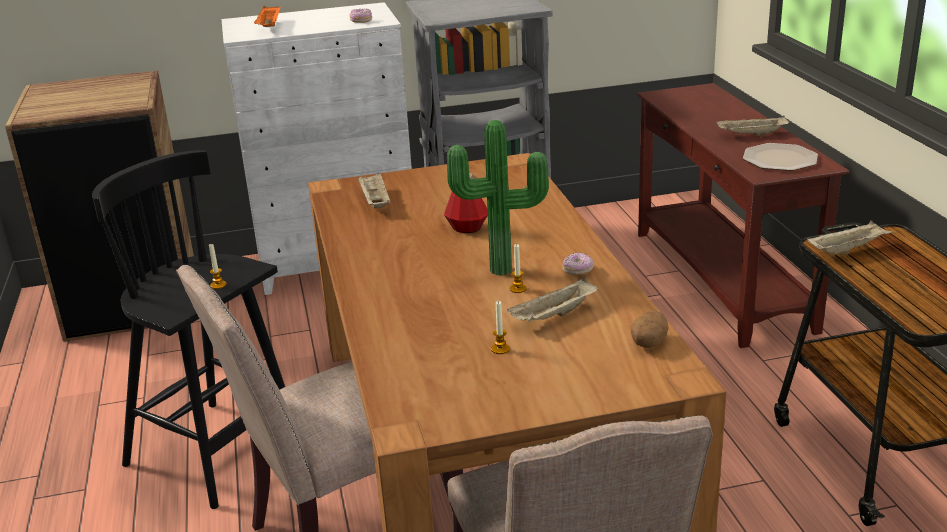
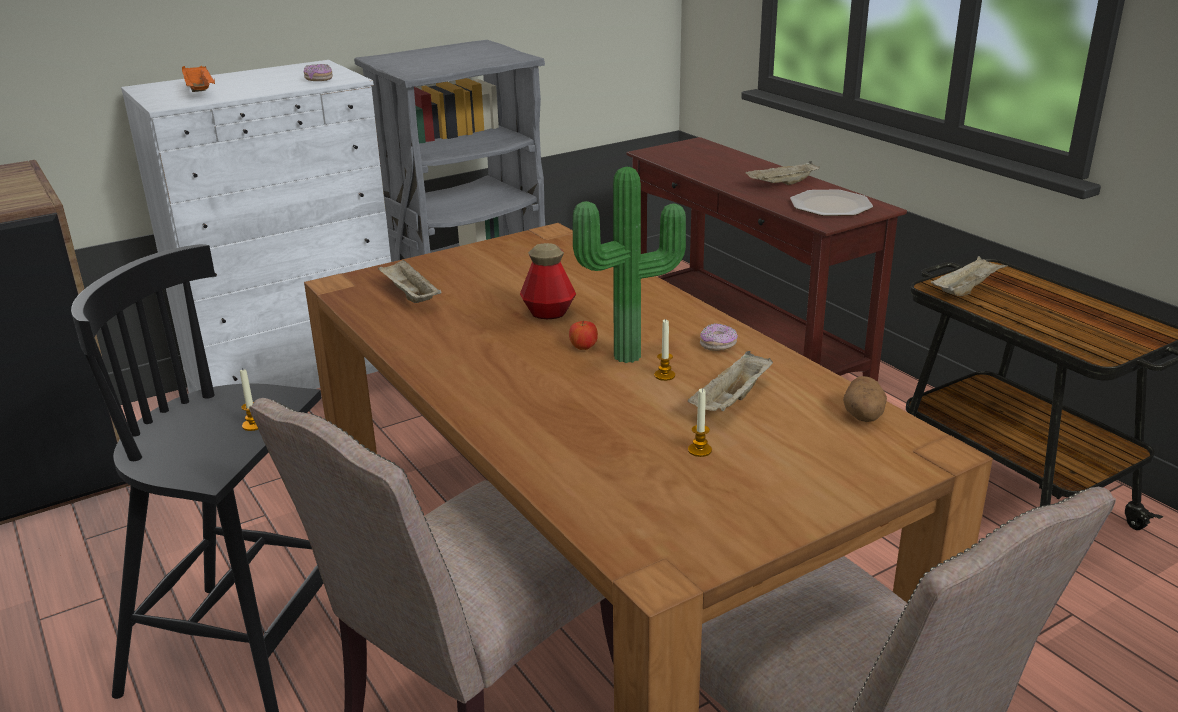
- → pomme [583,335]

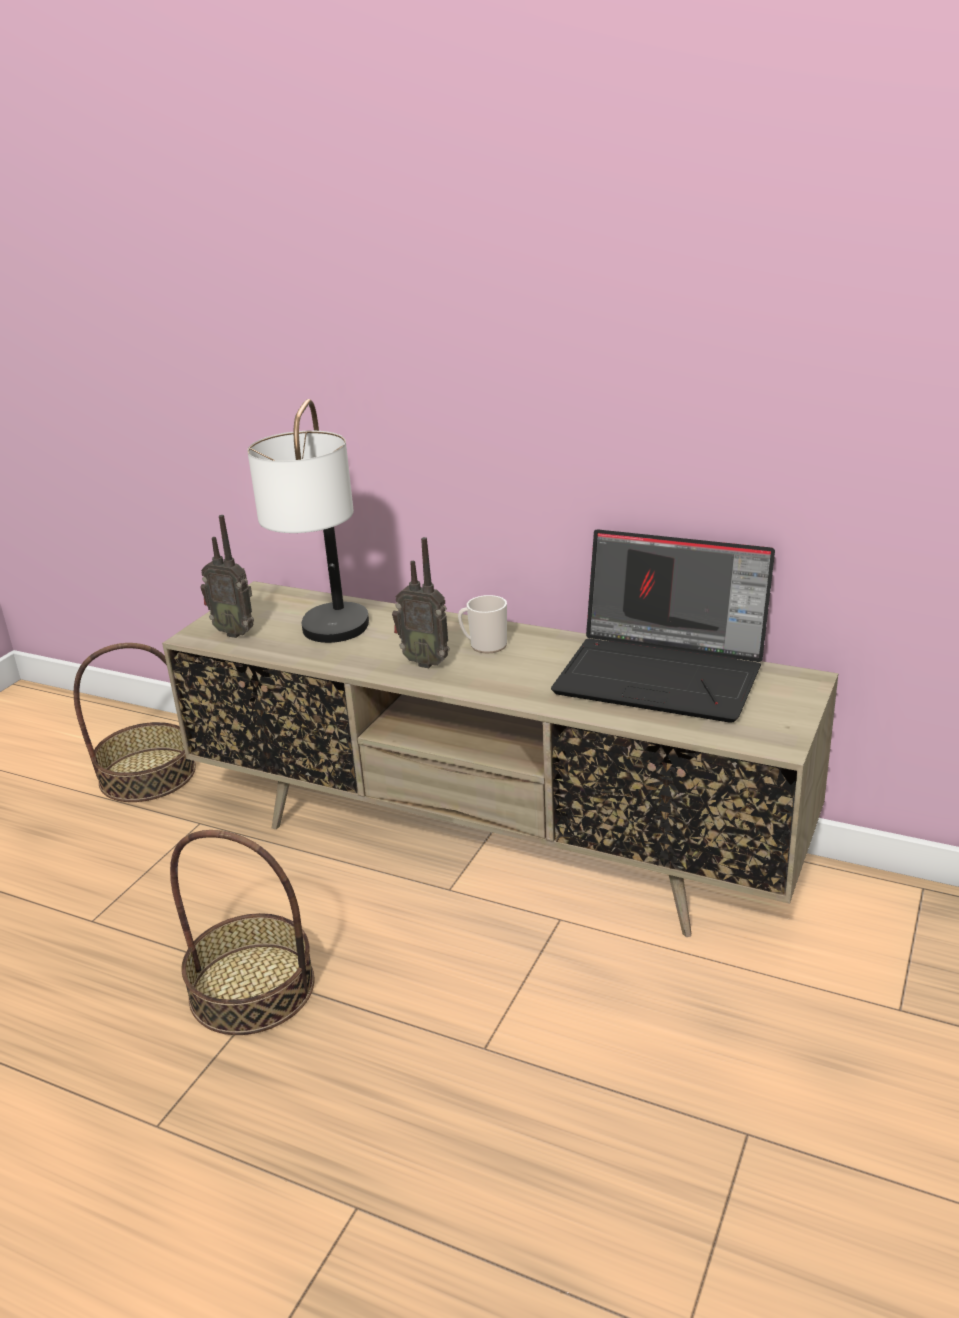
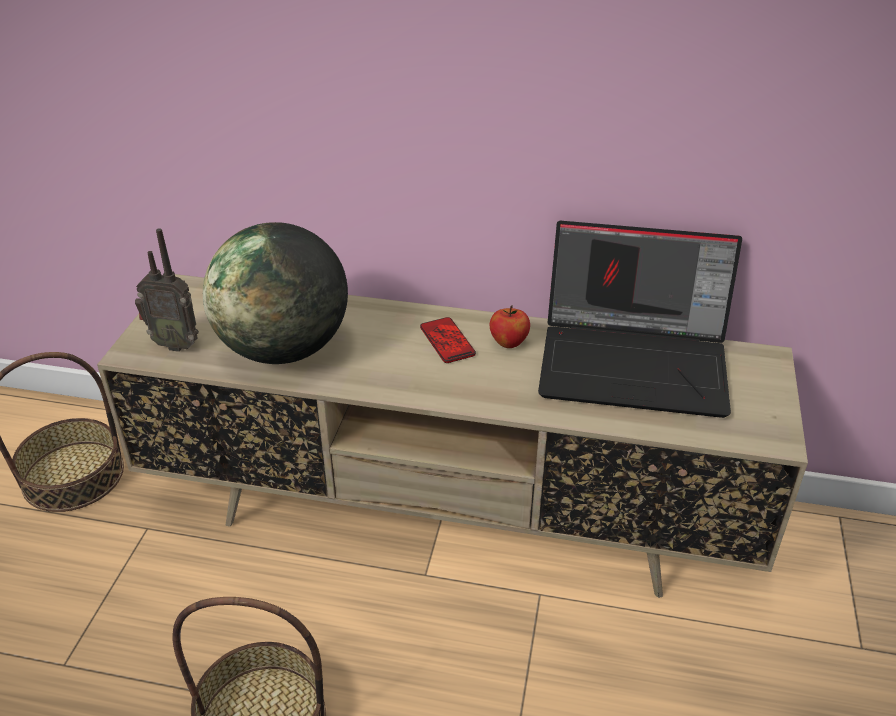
radio [421,602] → -
- → pomme [510,327]
lampe de table [308,521] → globe [275,293]
mug [482,624] → téléphone [448,340]

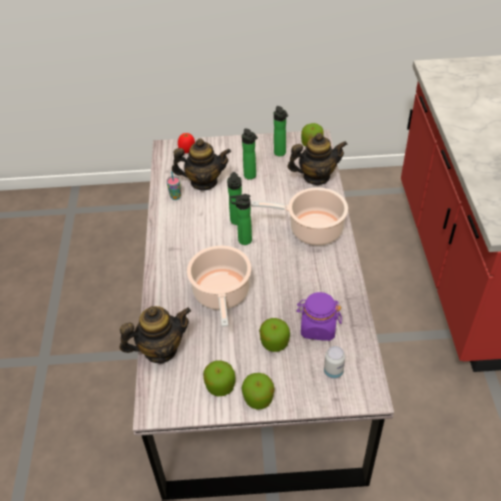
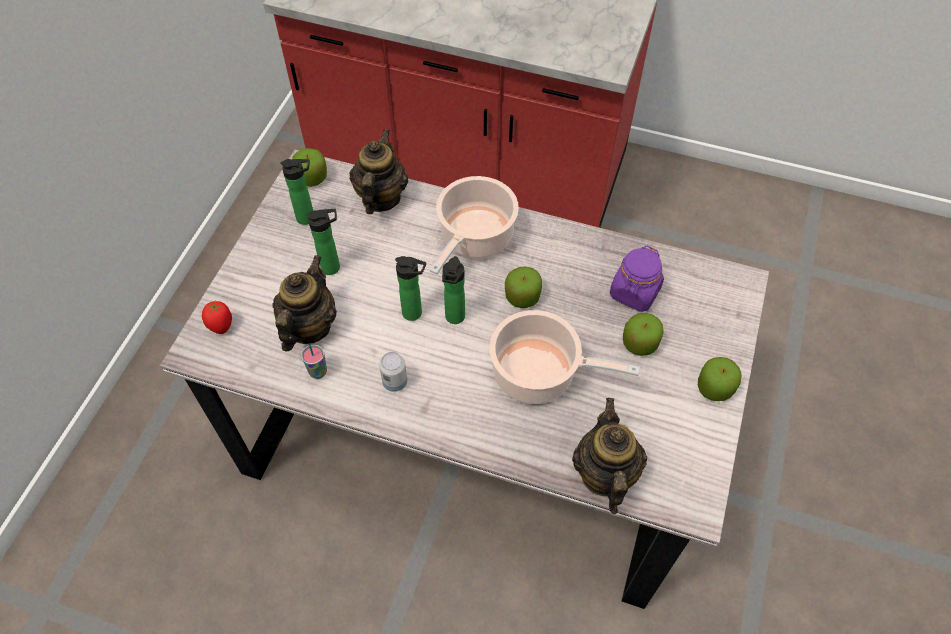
pomme [219,378] → pomme [523,287], moved
boîte métallique [334,362] → boîte métallique [393,372], moved

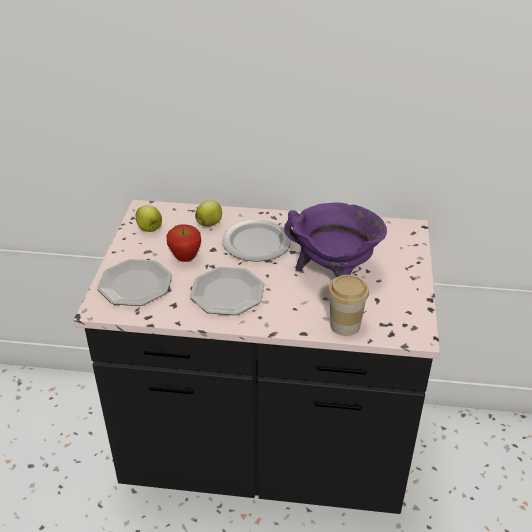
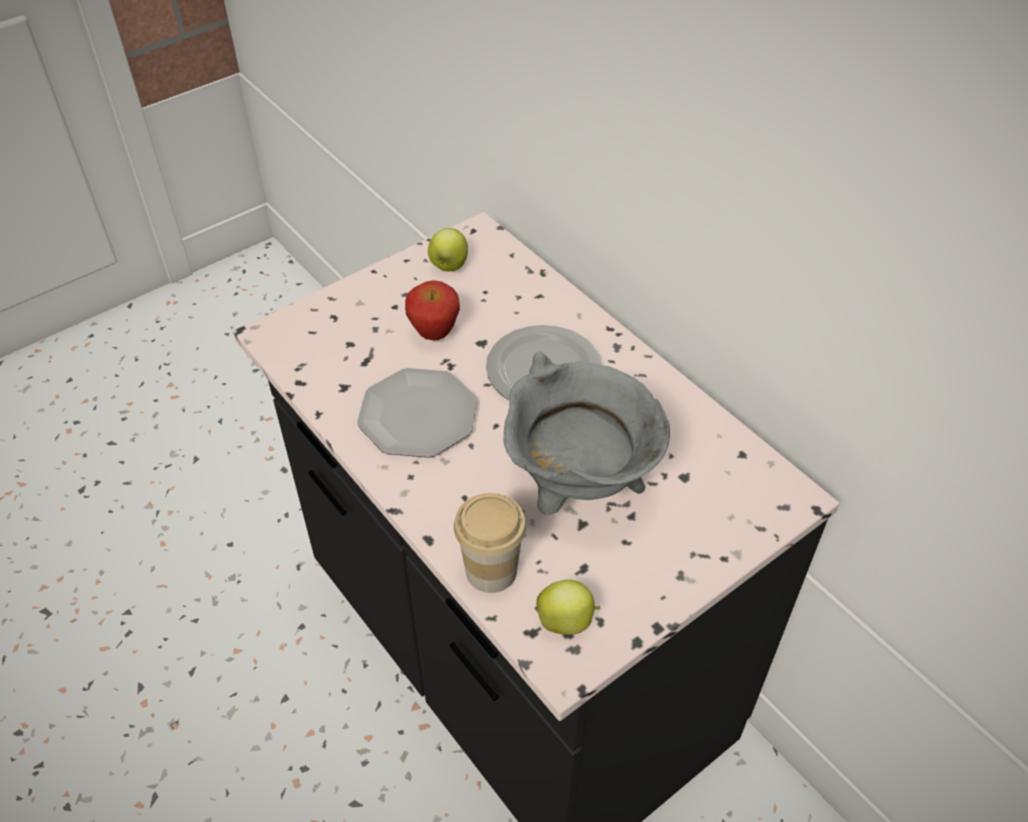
assiette [134,282] → -
pomme [208,213] → pomme [568,607], moved
marmite (violet) [335,240] → marmite (gris) [587,433]

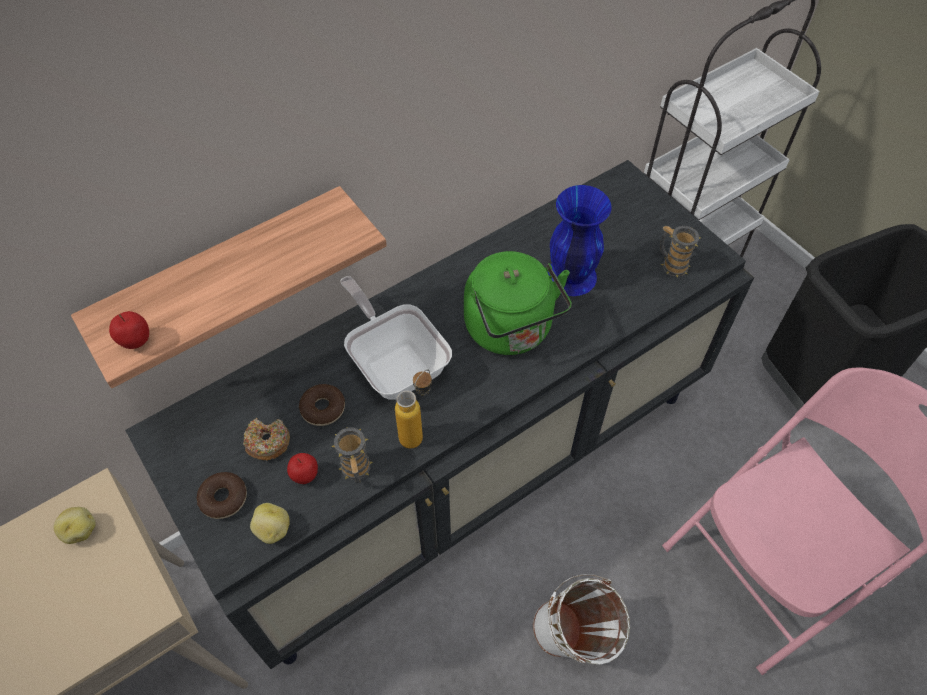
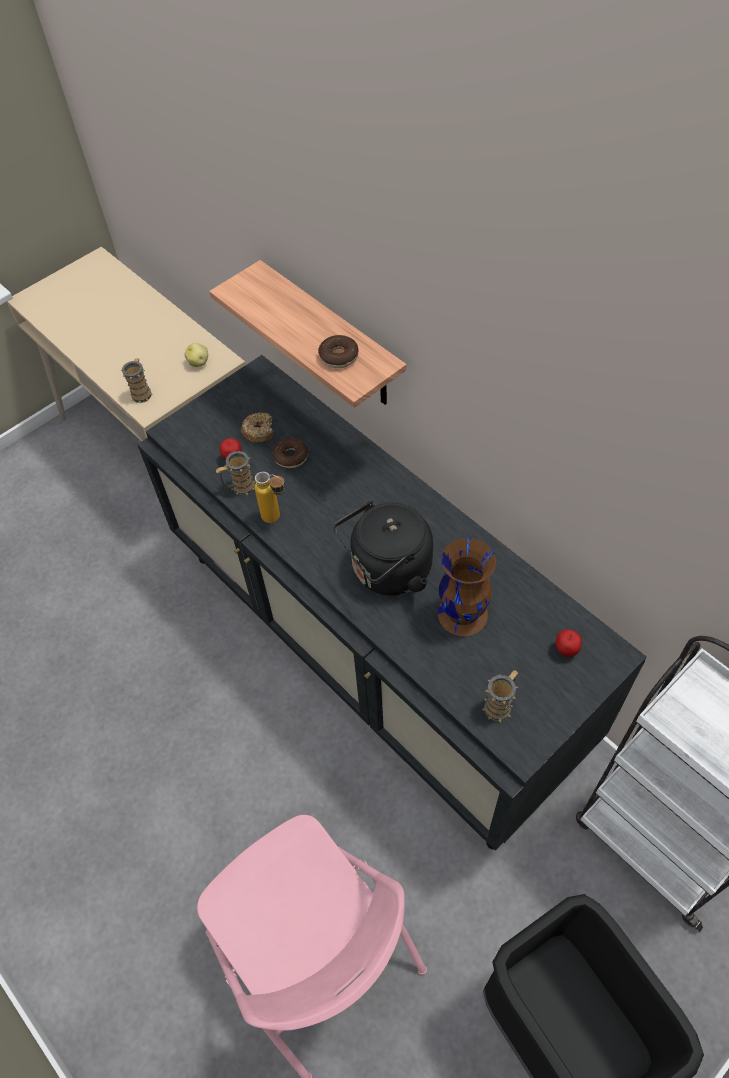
pomme de terre [270,523] → -
poêle [396,338] → -
seau (blanc) [581,619] → -
- → mug [137,380]
pomme [129,330] → pomme [569,643], moved
beignet [222,495] → beignet [338,351], moved
bouilloire (vert) [518,303] → bouilloire (noir) [383,548]
vase (bleu) [579,240] → vase (marron) [467,587]

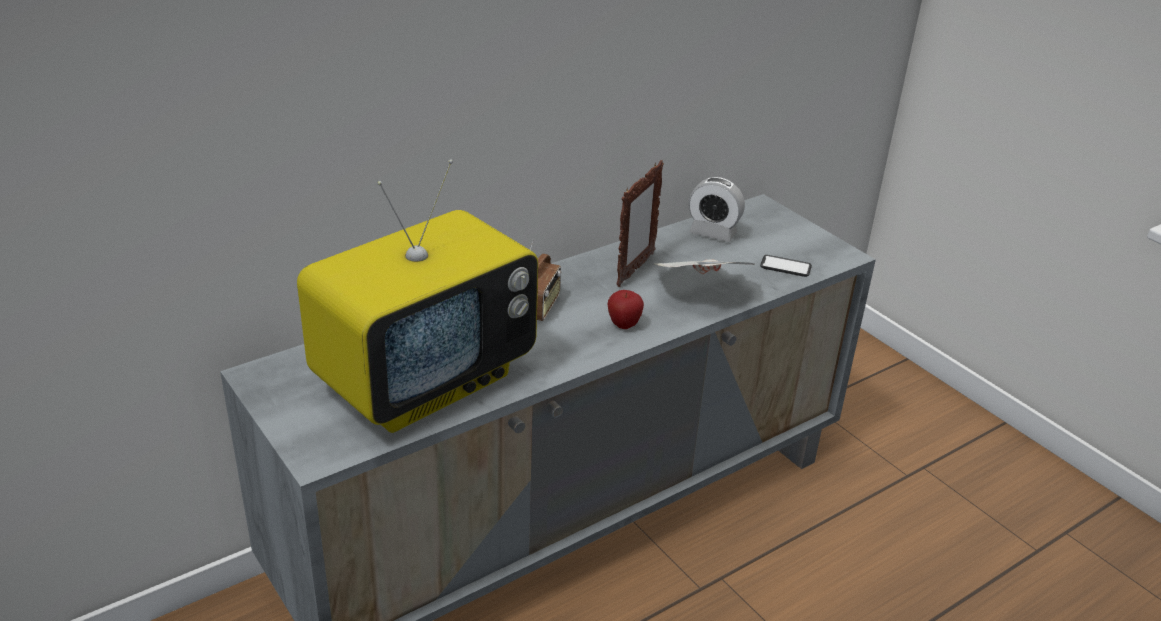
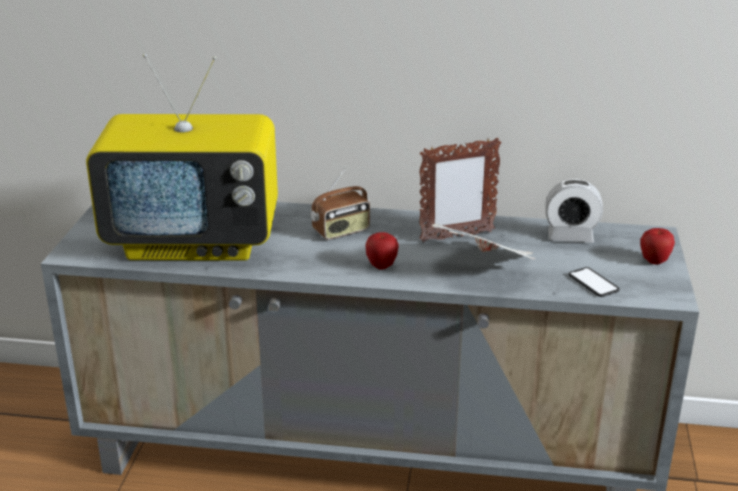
- → pomme [658,246]
réveil [717,209] → réveil [574,211], 60 degrees counterclockwise

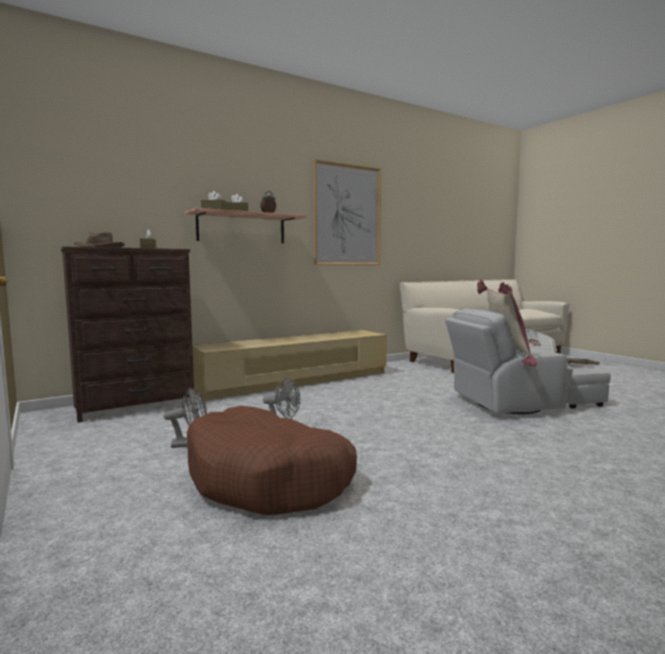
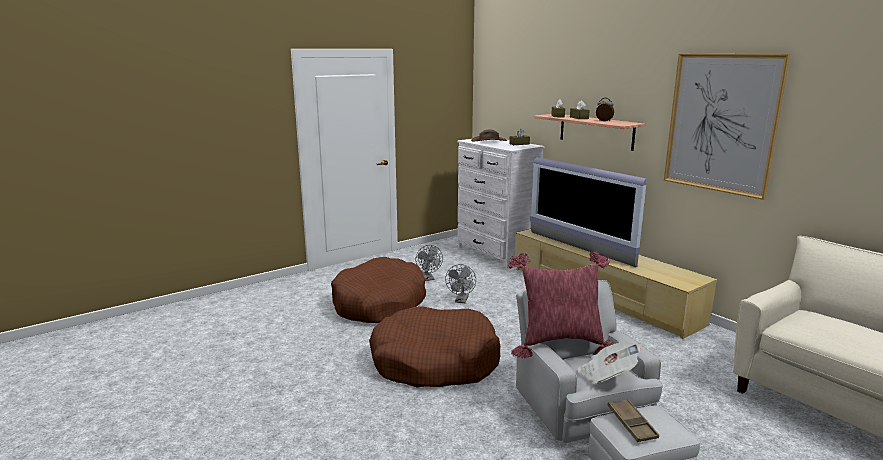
- → panier pour chien (marron) [434,347]
- → téléviseur [588,212]
commode (marron) [127,334] → commode (blanc) [501,203]

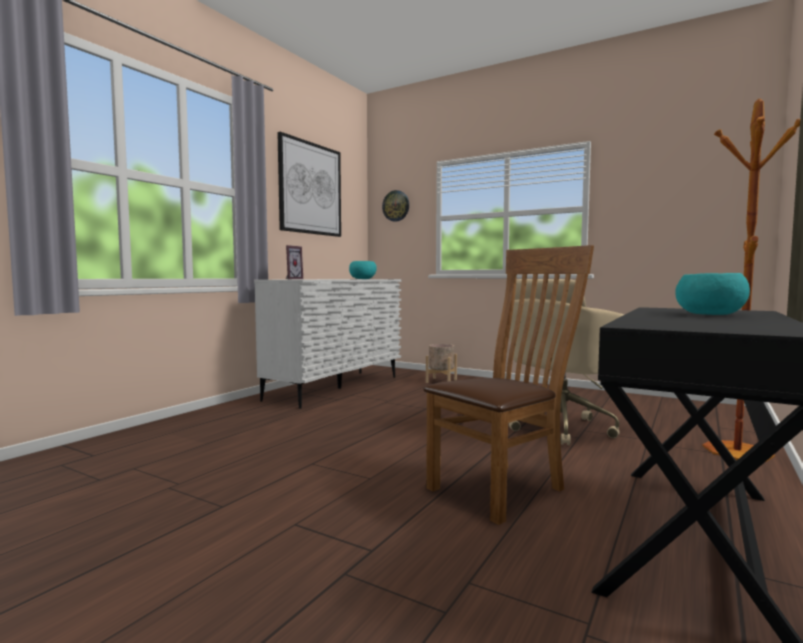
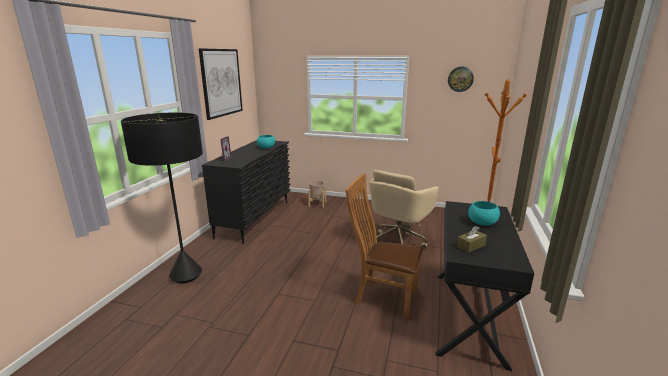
- → lampadaire (noir) [162,198]
- → boîte à mouchoirs (marron) [472,239]
horloge murale [395,206] → horloge murale [461,79], moved
commode (blanc) [327,344] → commode (noir) [246,192]
chaise (marron) [508,385] → chaise (marron) [384,246], 105 degrees counterclockwise

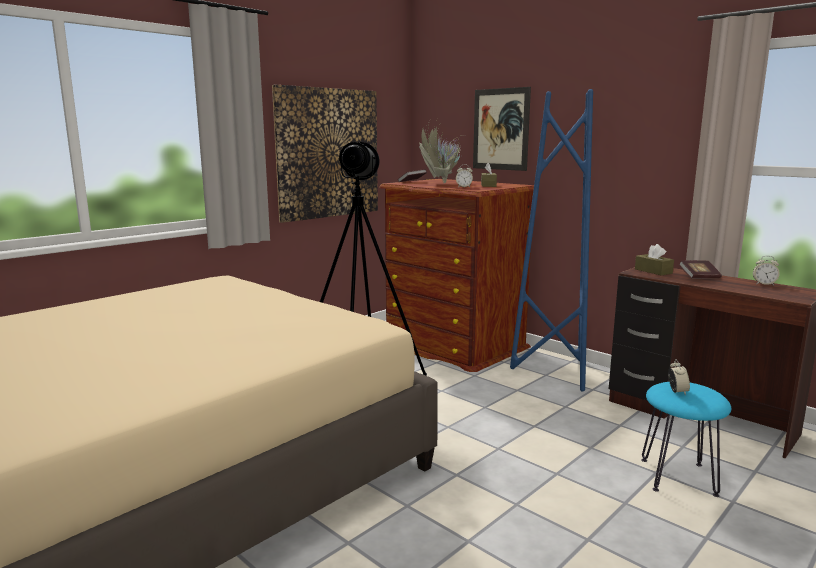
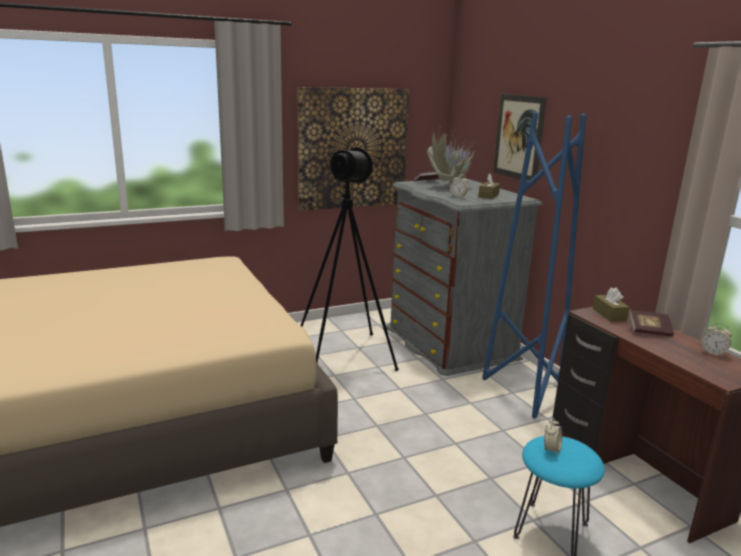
commode (marron) [456,275] → commode (gris) [464,277]

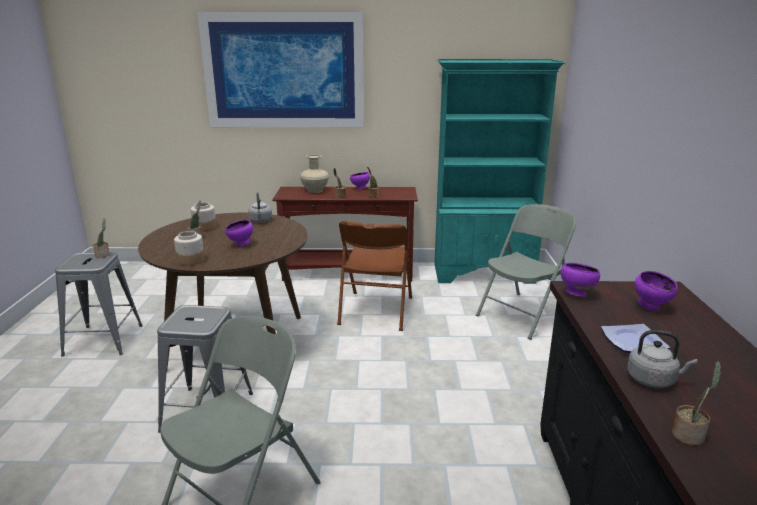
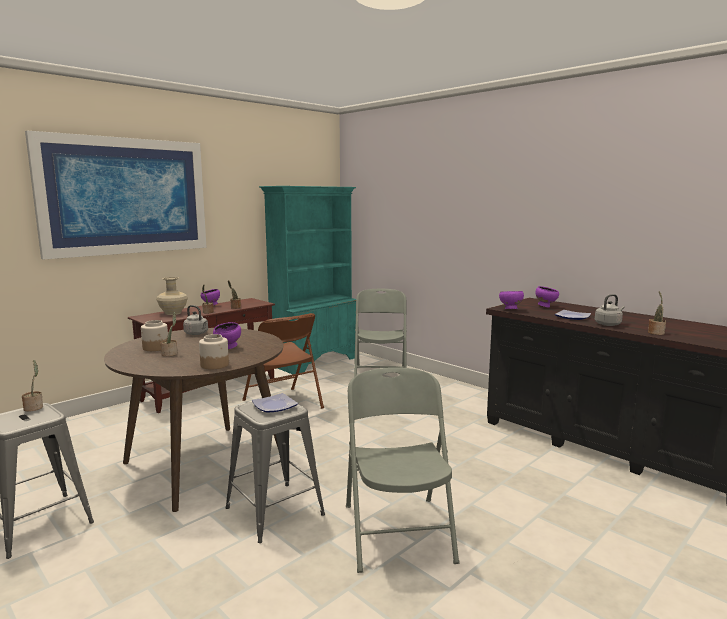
- → assiette [275,403]

